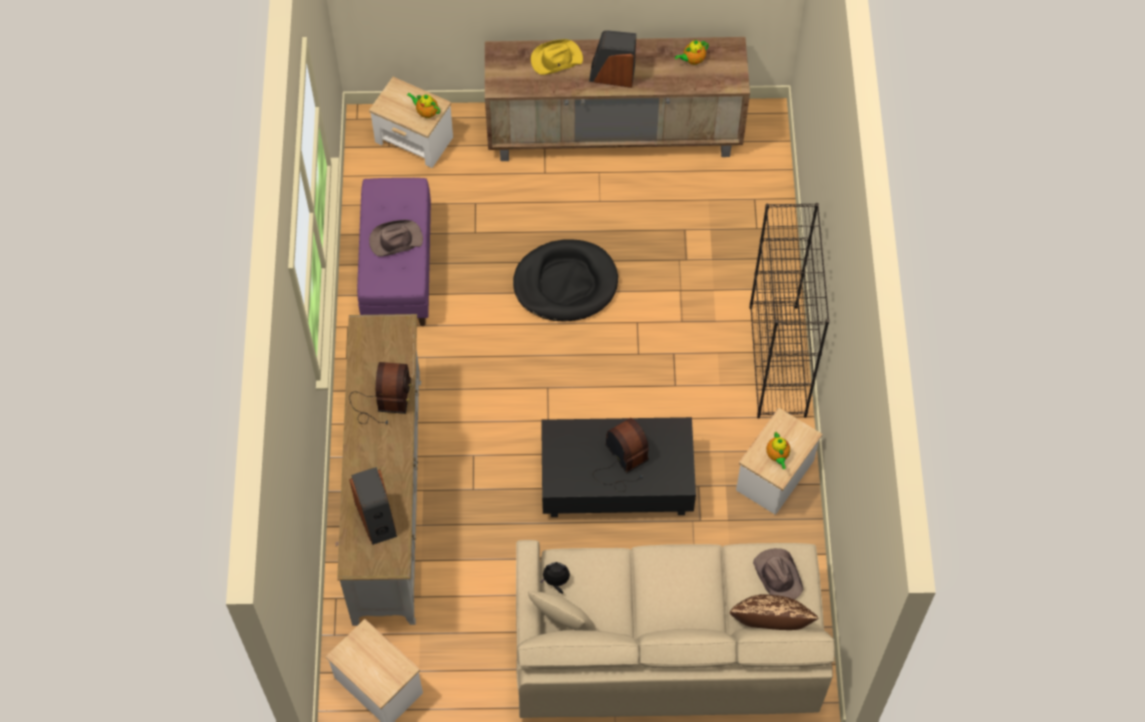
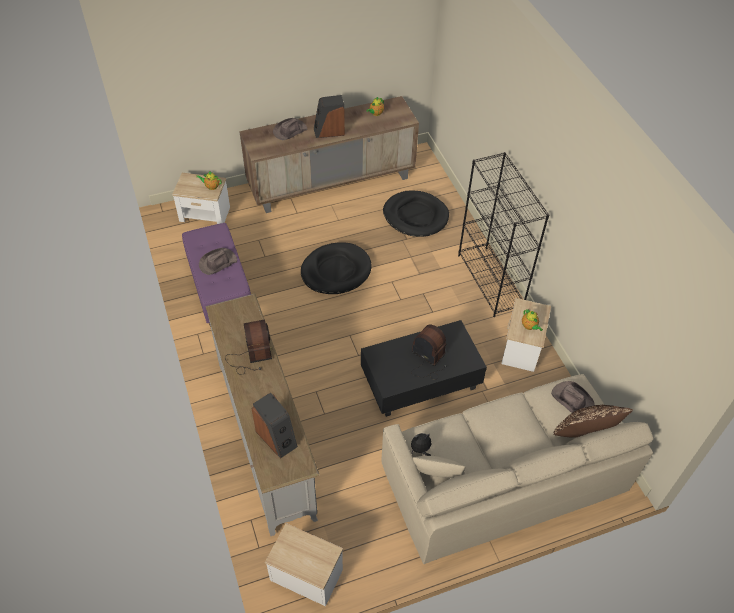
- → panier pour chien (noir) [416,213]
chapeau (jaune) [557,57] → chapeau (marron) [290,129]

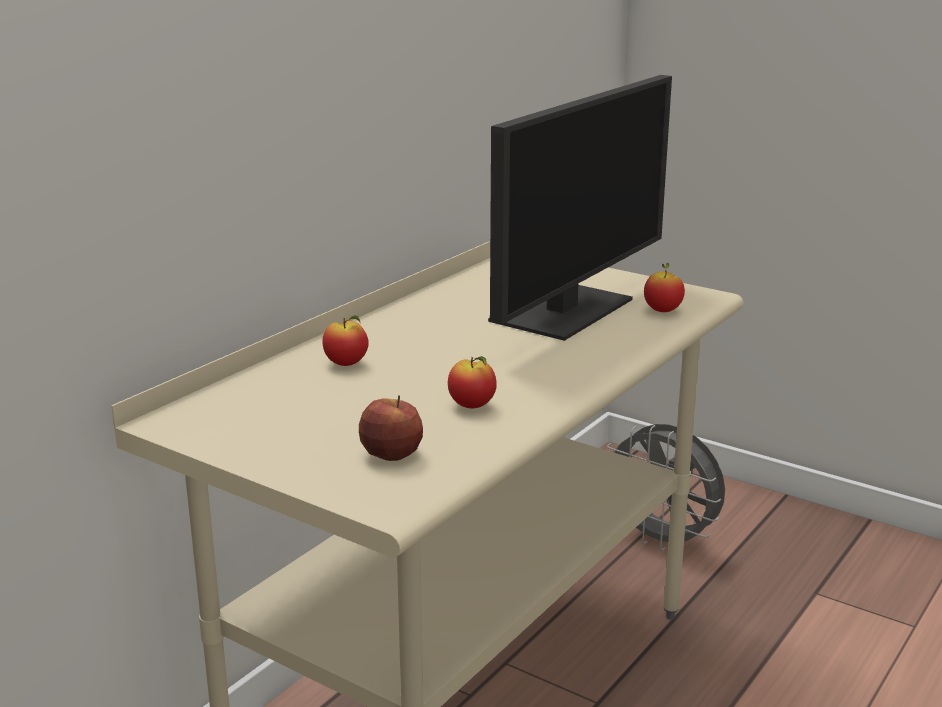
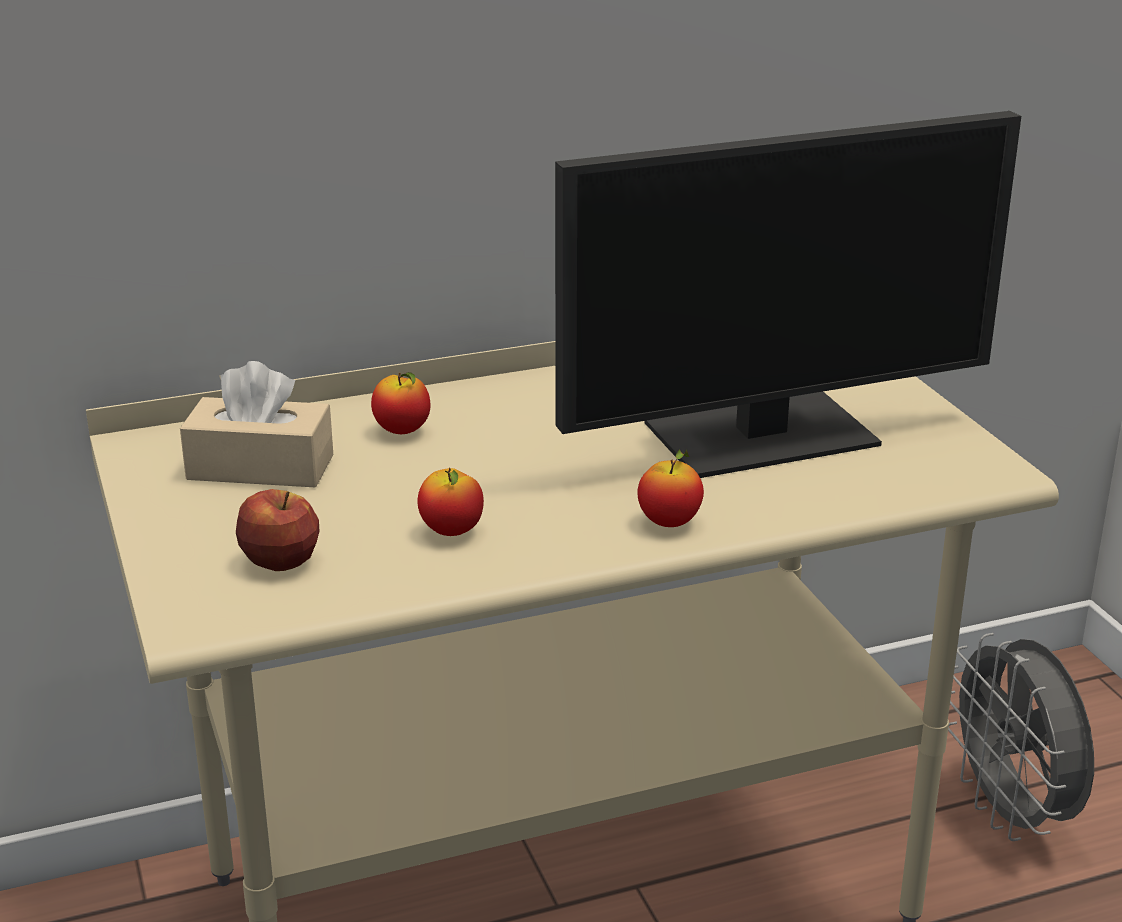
- → boîte à mouchoirs (beige) [256,424]
pomme [664,287] → pomme [671,488], moved

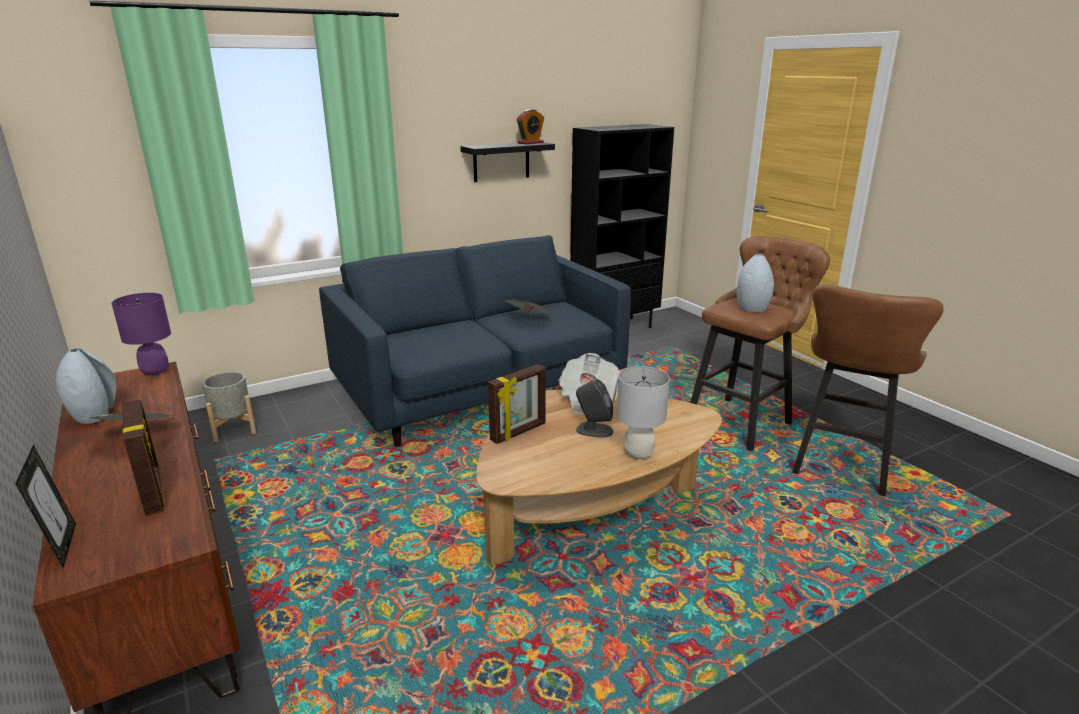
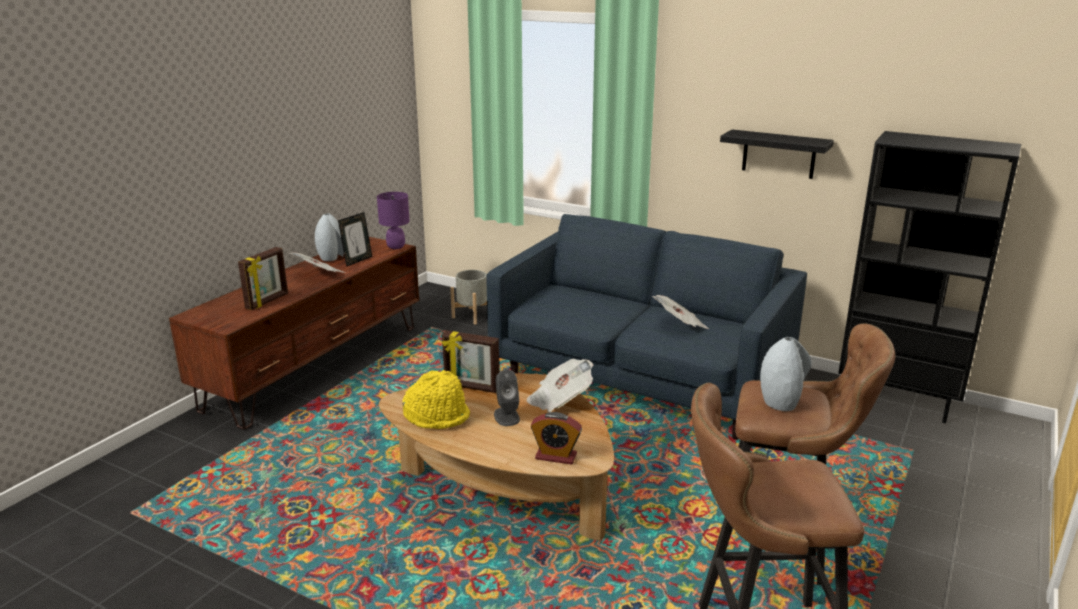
lampe de table (gris) [643,412] → -
- → chapeau (jaune) [436,399]
cadre photo [45,506] → cadre photo [355,239], moved
réveil [530,126] → réveil [556,438], moved

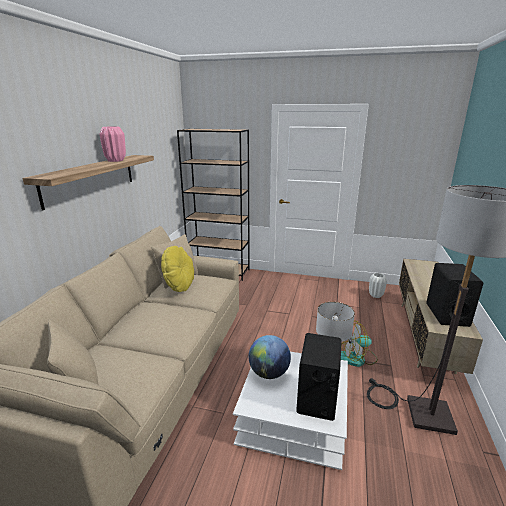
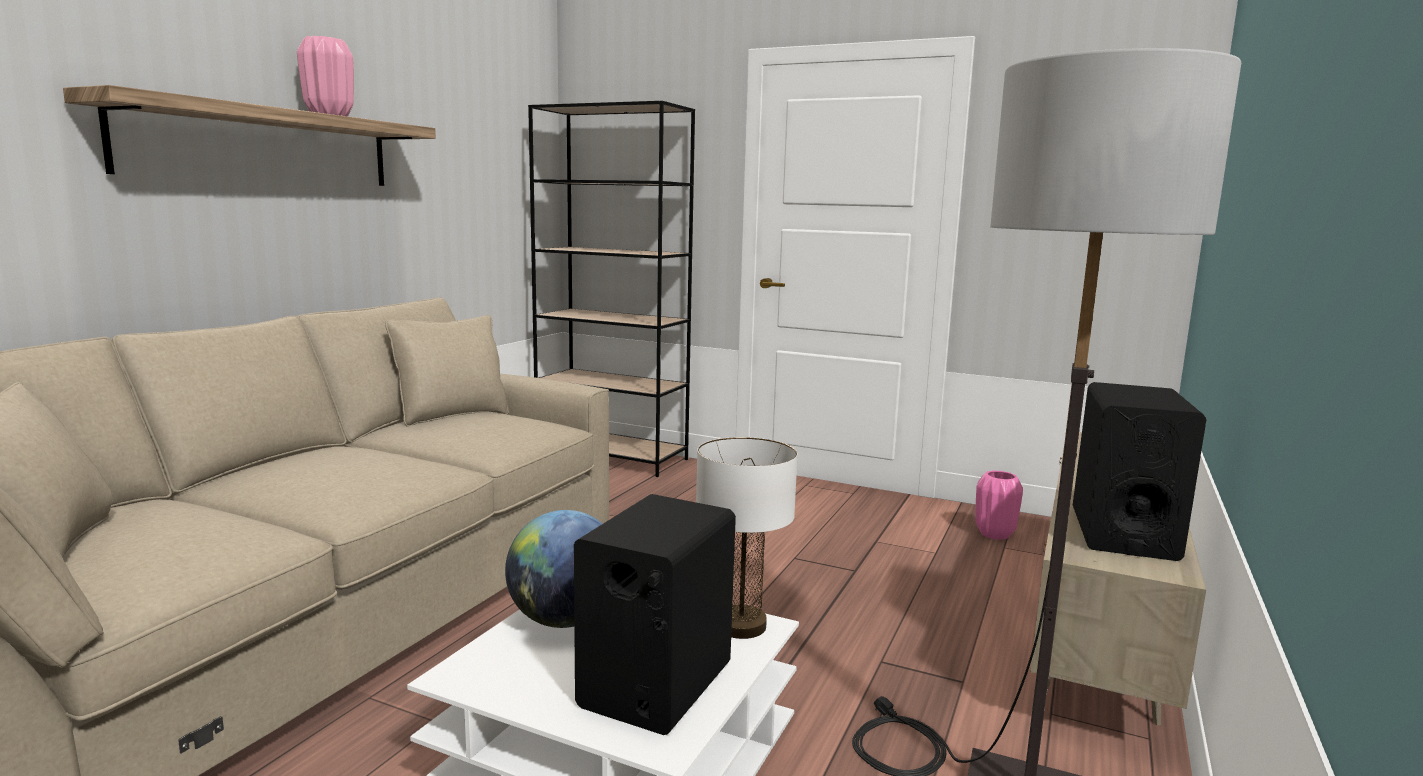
coussin (jaune) [177,269] → -
ventilateur [359,344] → -
vase (blanc) [378,285] → vase (rose) [999,505]

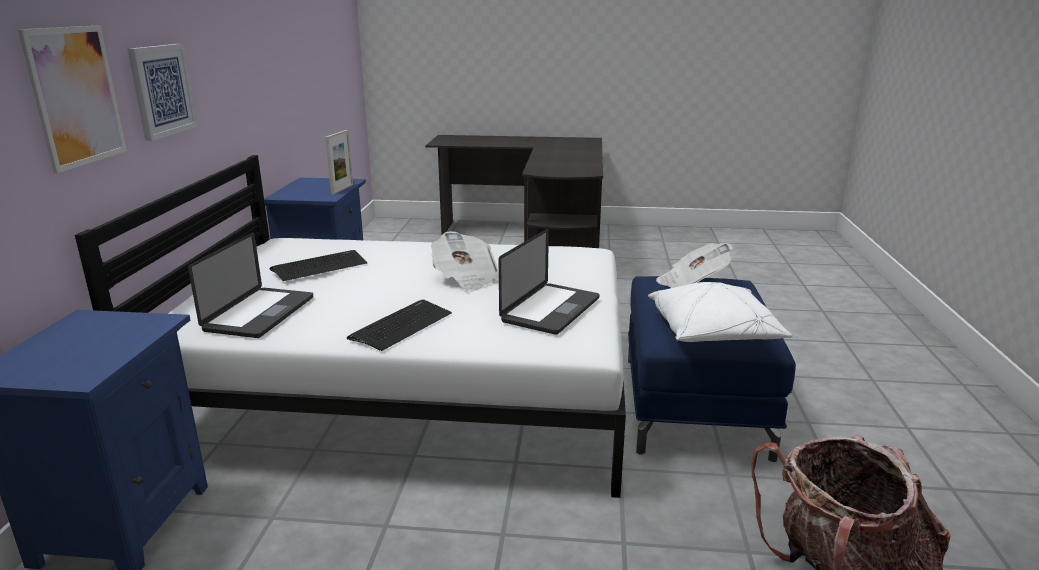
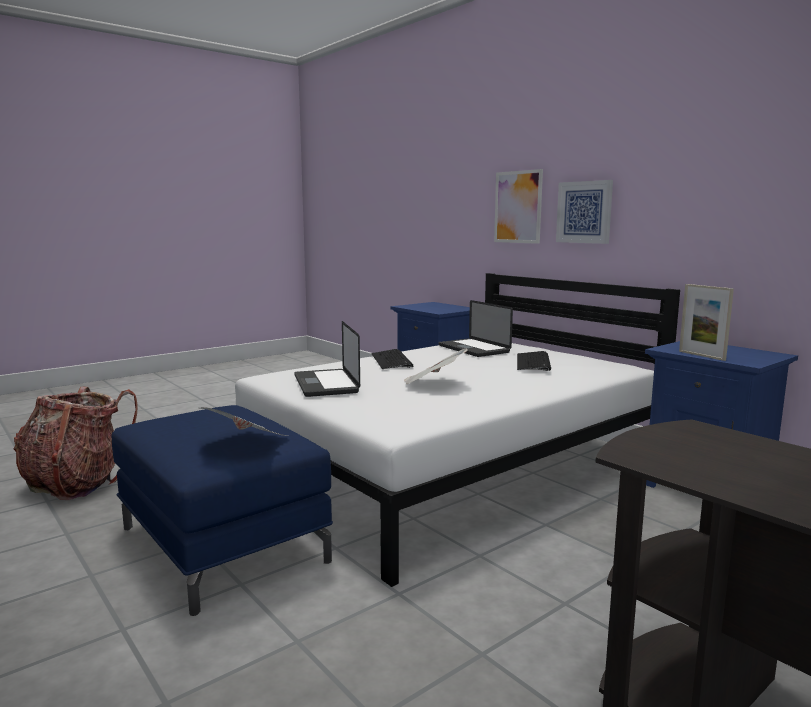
coussin (blanc) [720,312] → -

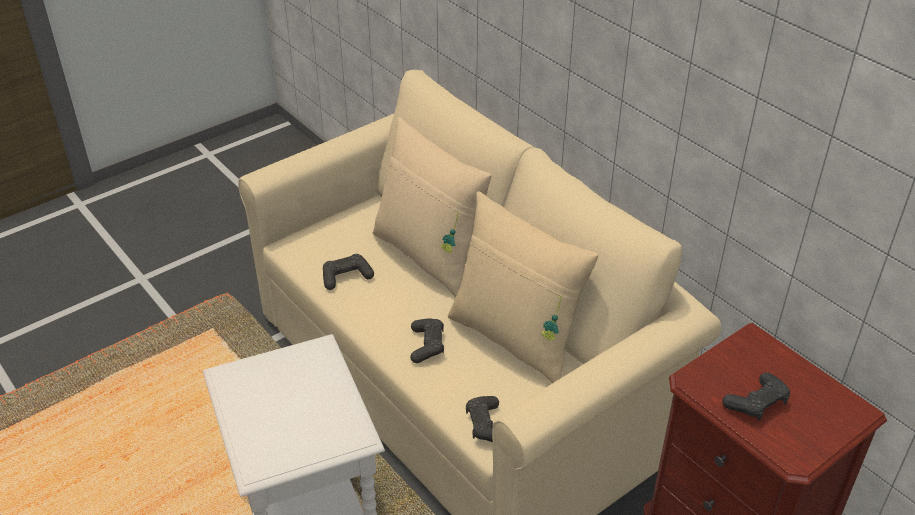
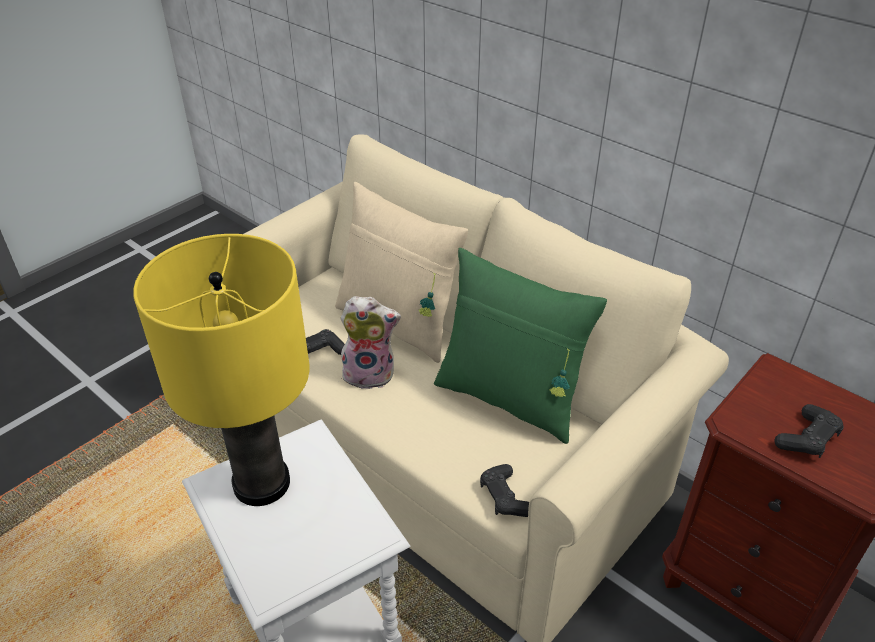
manette (noir) [427,340] → -
- → lampe de table (jaune) [221,370]
- → peluche [370,343]
coussin (beige) [523,287] → coussin (vert) [520,346]

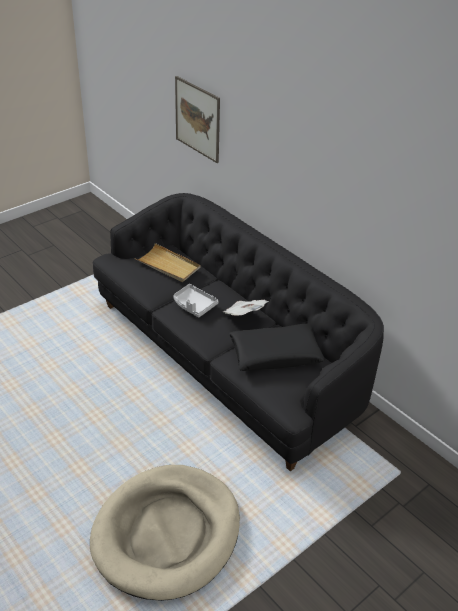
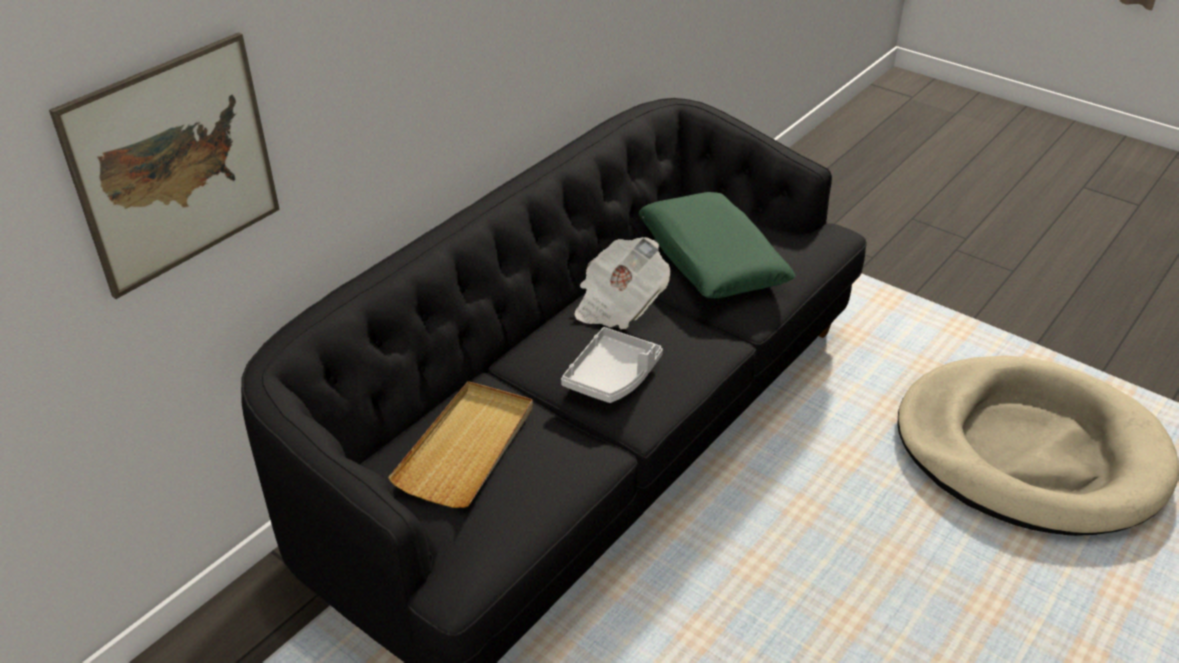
coussin (noir) [277,347] → coussin (vert) [717,245]

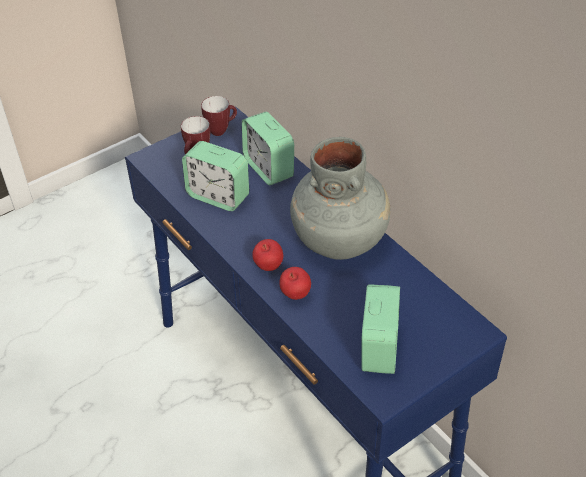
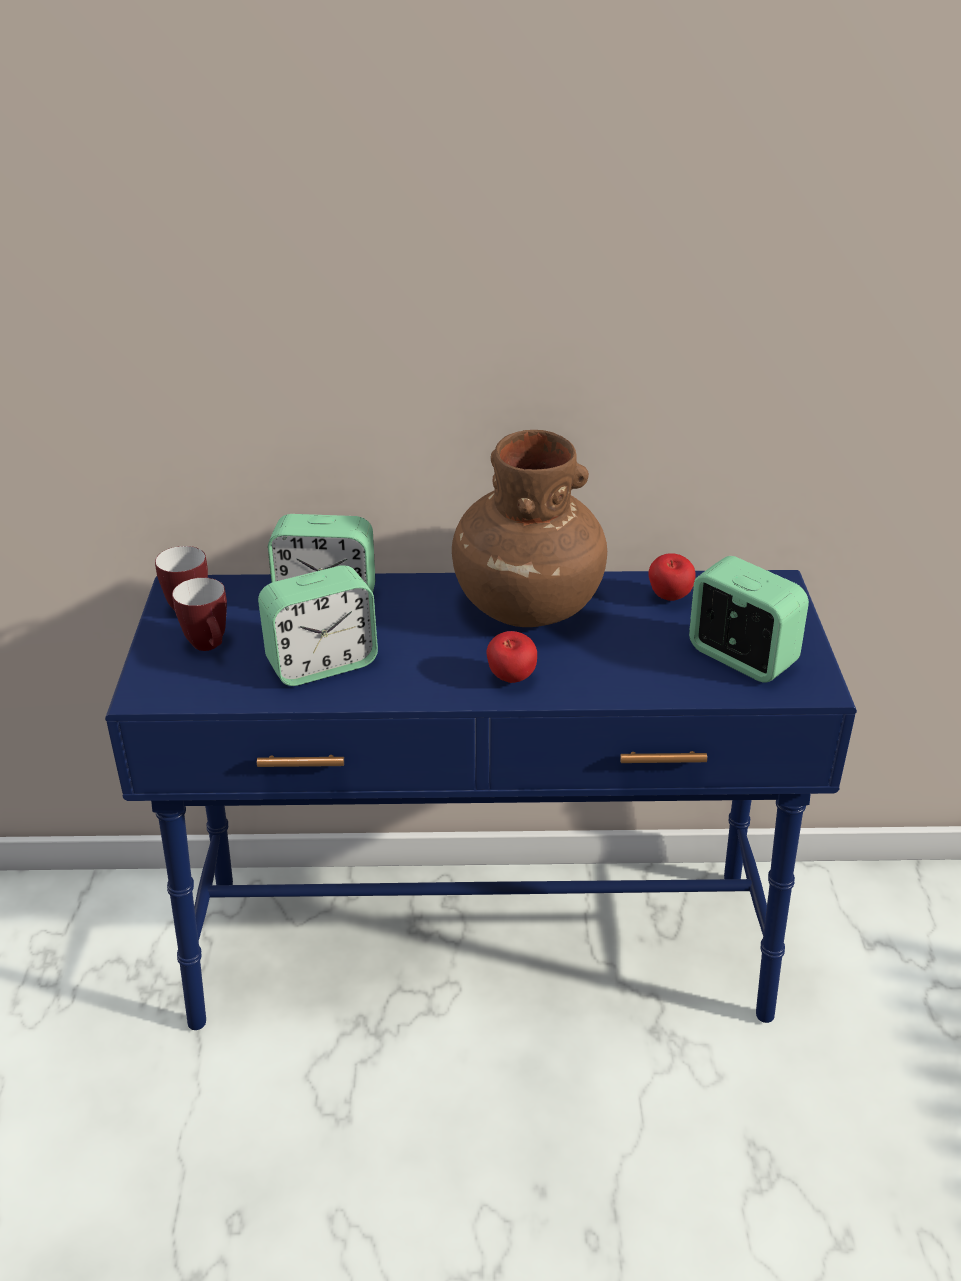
pomme [295,283] → pomme [672,577], moved
vase (gris) [340,198] → vase (marron) [529,528]

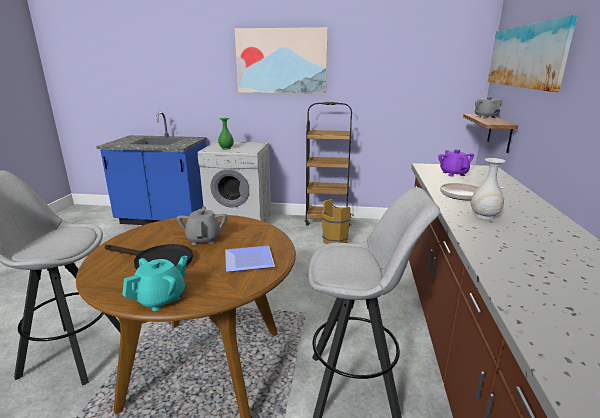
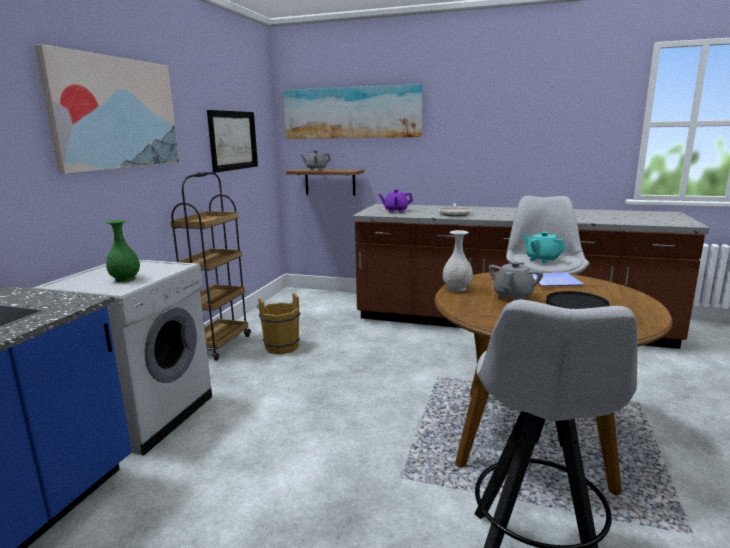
- → tableau [232,141]
théière (turquoise) [155,283] → théière (turquoise) [544,247], moved
vase (blanc) [488,189] → vase (blanc) [458,261], moved
théière (gris) [202,226] → théière (gris) [516,280], 120 degrees clockwise

